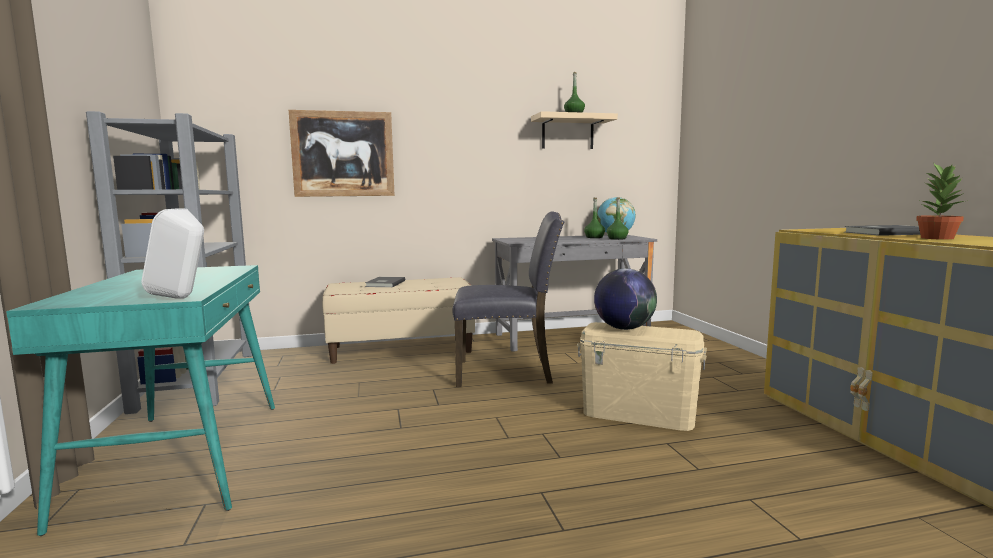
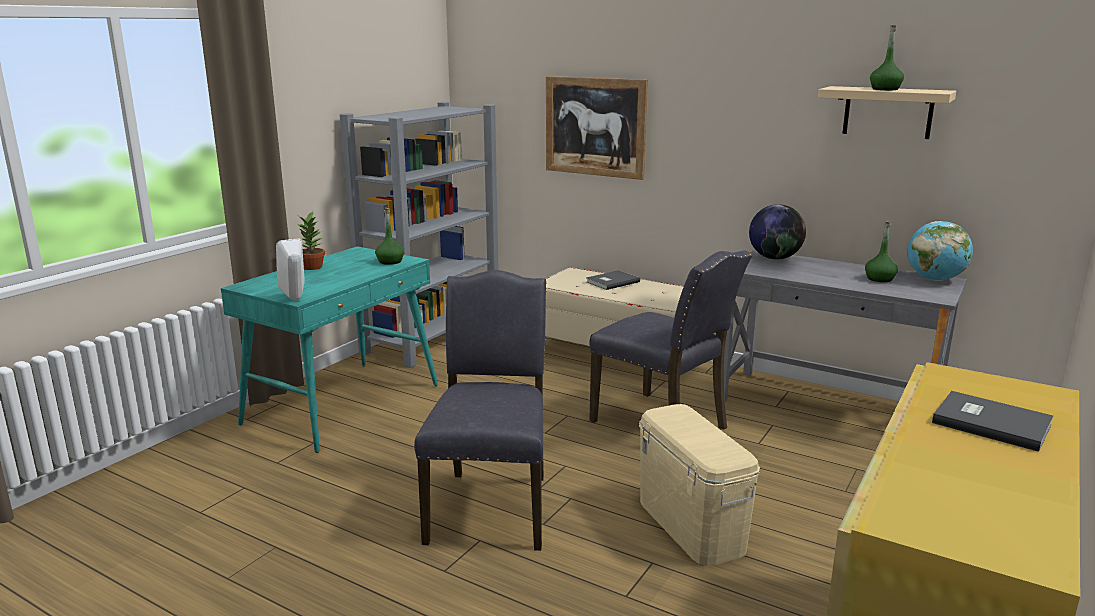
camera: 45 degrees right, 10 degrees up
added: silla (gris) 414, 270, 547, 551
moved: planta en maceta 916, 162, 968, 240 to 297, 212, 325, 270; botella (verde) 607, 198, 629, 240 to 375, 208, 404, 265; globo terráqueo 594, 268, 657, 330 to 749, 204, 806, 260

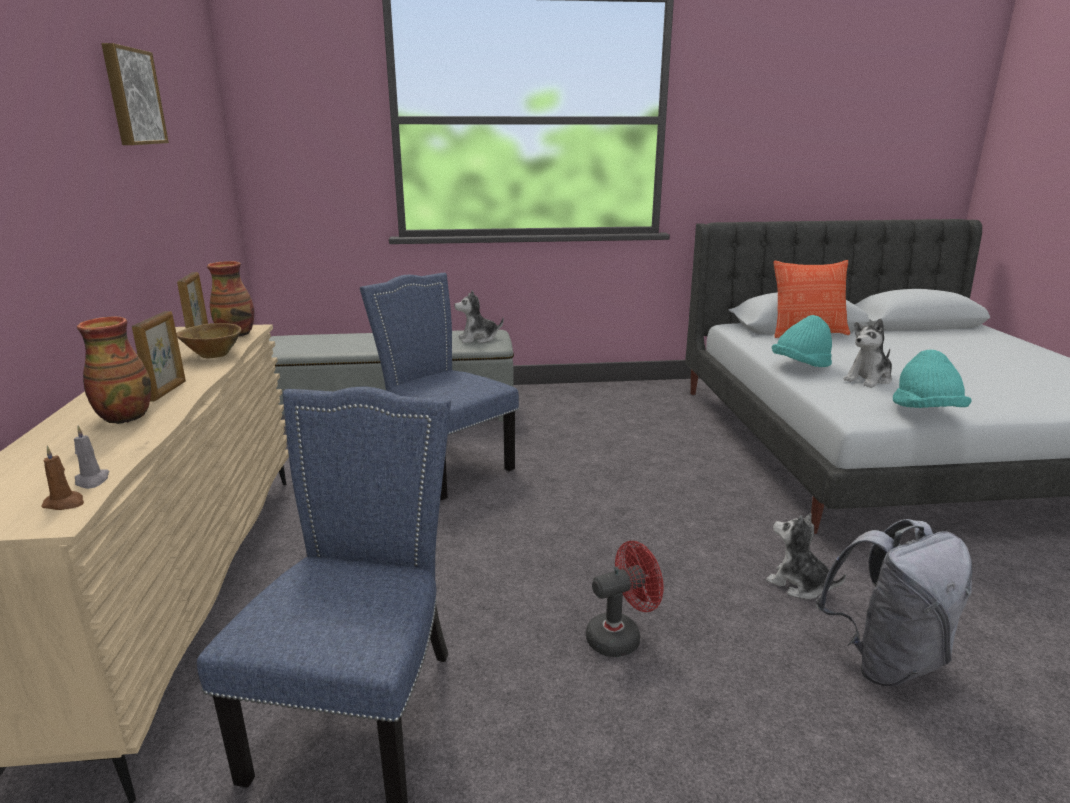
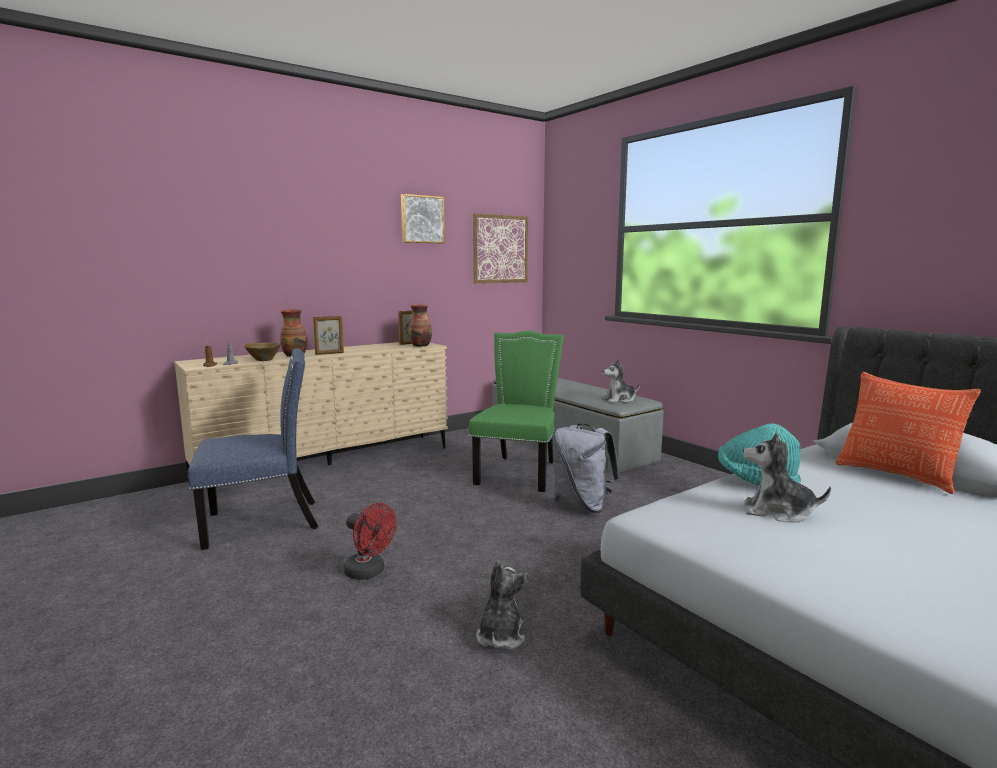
camera: 60 degrees right, 10 degrees down
removed: sombrero (turquesa) 893, 350, 972, 408
added: cuadro 473, 213, 528, 284
moved: cuenco (marrón) 176, 323, 241, 358 to 244, 343, 281, 361; mochila (gris) 815, 519, 972, 687 to 553, 423, 620, 513
recoloured: silla (azul) 360, 273, 519, 501 to silla (verde) 469, 331, 564, 492
turned: peluche 454, 290, 504, 343 = 602, 359, 640, 403 60 degrees counterclockwise

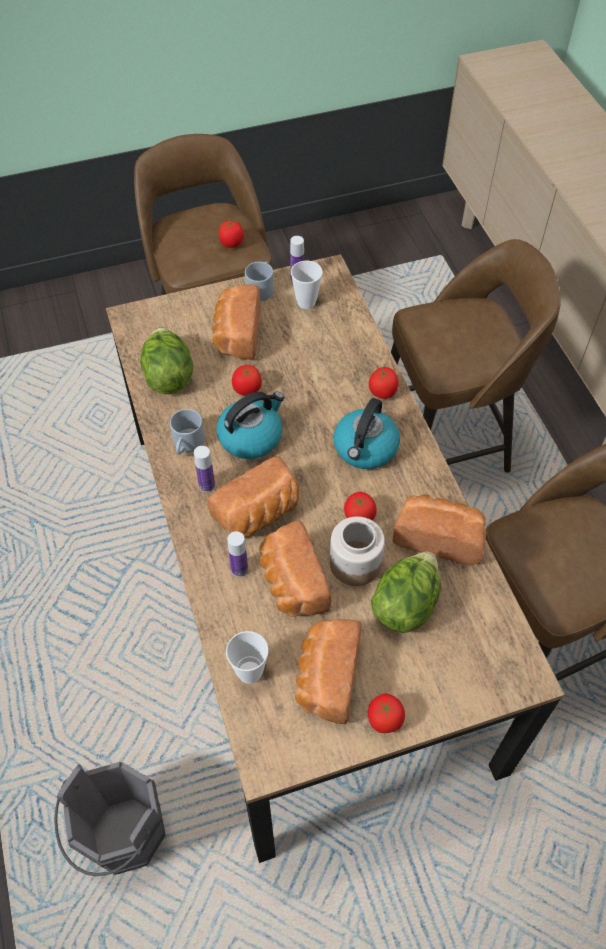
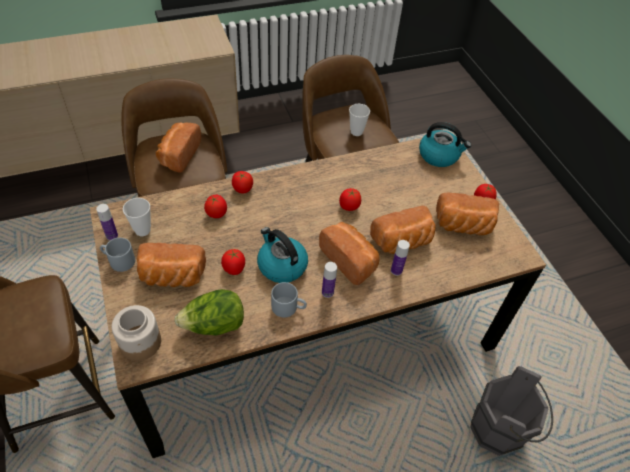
camera: 95 degrees left, 5 degrees down
removed: lechuga 371, 551, 441, 633
moved: tarro 330, 516, 385, 586 to 112, 305, 161, 361; pan 393, 495, 486, 565 to 156, 123, 201, 173; tomate 219, 219, 244, 248 to 204, 195, 227, 218; taza 226, 631, 269, 684 to 349, 104, 370, 136; hervidor 334, 398, 400, 469 to 419, 122, 471, 167

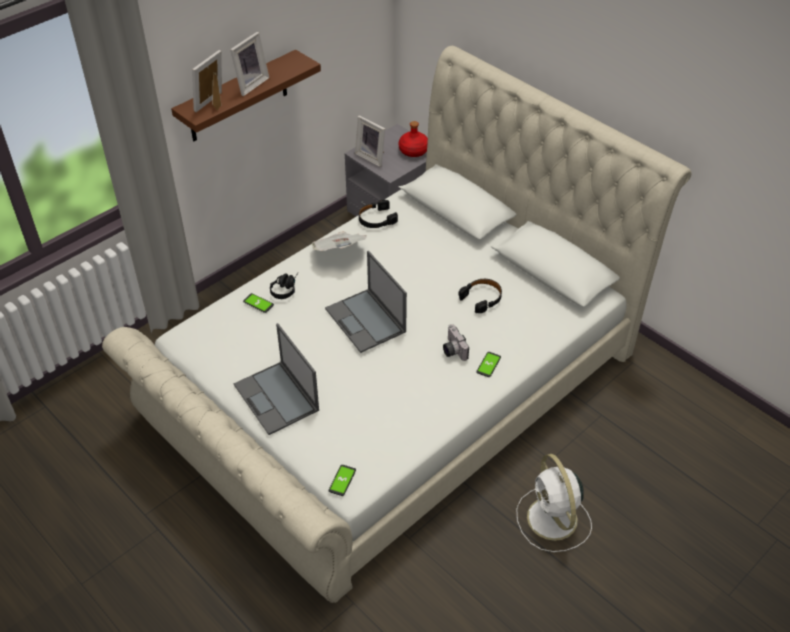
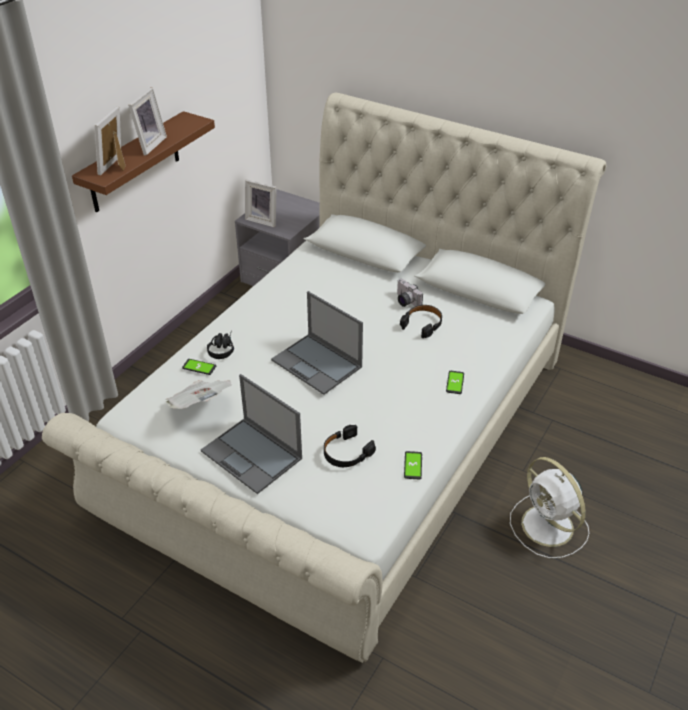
camera: 15 degrees left, 5 degrees down
removed: botella (rojo) 399, 121, 428, 157
moved: periódico 311, 231, 367, 251 to 165, 380, 232, 409; auriculares (negro) 359, 200, 398, 228 to 324, 425, 376, 467; cámara 443, 324, 469, 361 to 397, 279, 423, 307; móvil 329, 465, 356, 496 to 404, 451, 422, 479

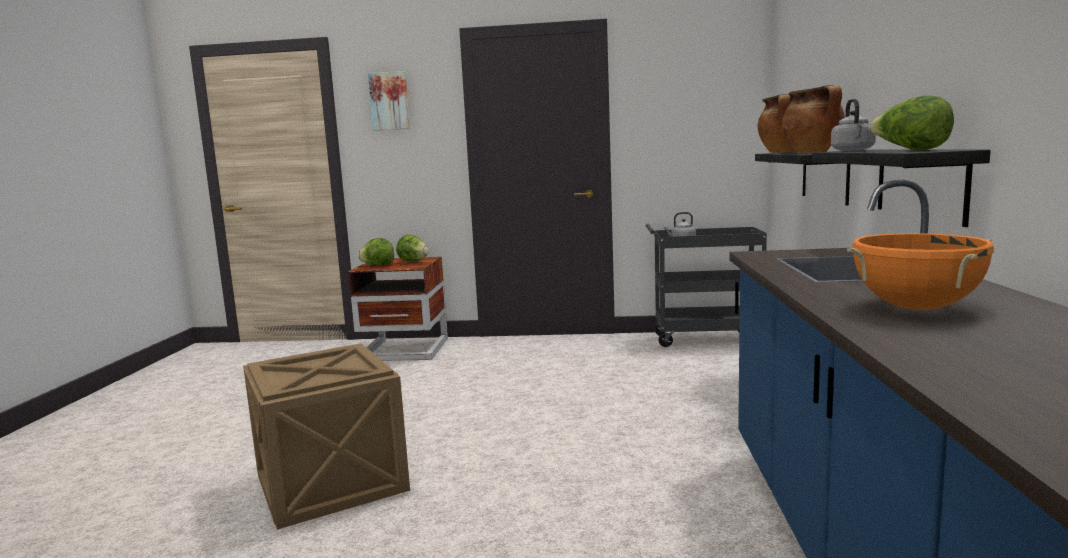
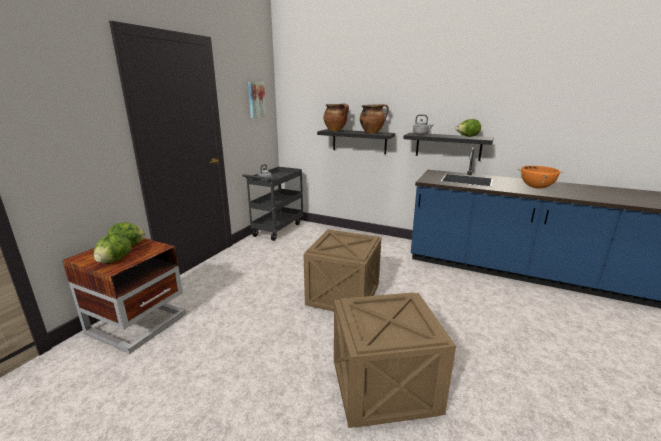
camera: 70 degrees left, 10 degrees up
added: caja de embalaje 304, 229, 382, 312
moved: cuadro 368, 71, 410, 131 to 248, 82, 266, 118

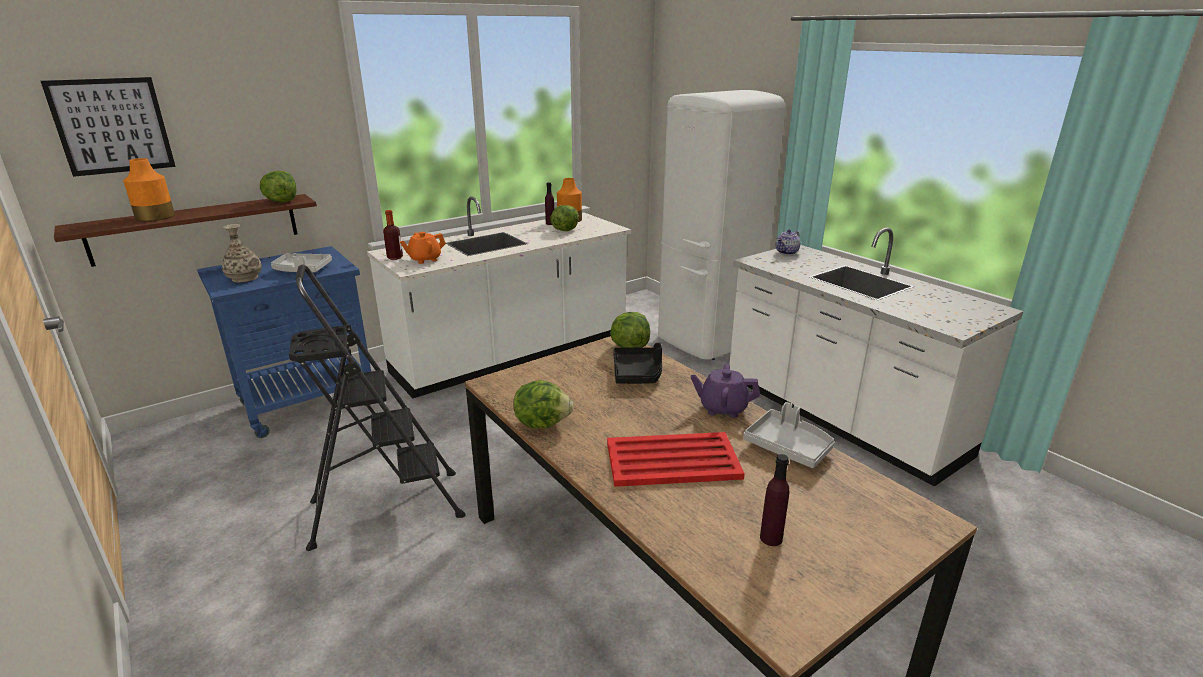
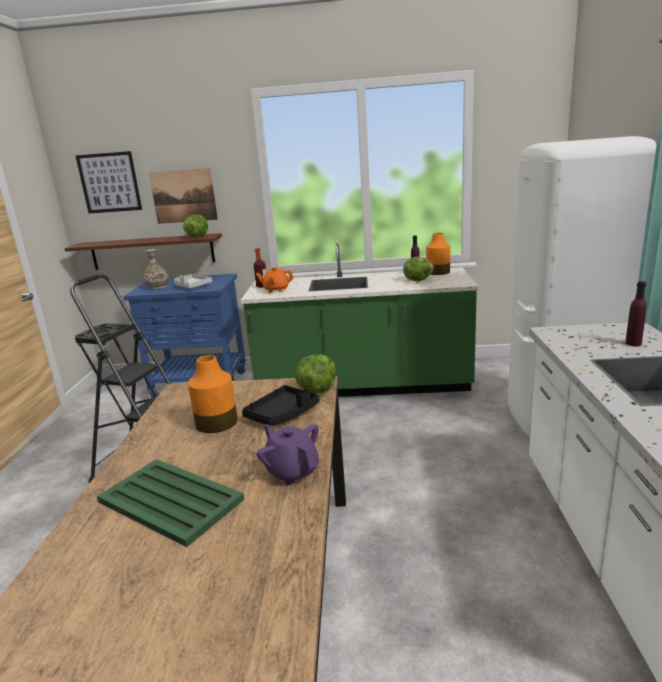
camera: 40 degrees right, 5 degrees down
removed: lechuga 513, 380, 574, 428; bandeja (gris) 743, 402, 835, 468; tetera 776, 229, 801, 255
added: cuadro 149, 168, 218, 224
moved: florero (naranja) 123, 158, 175, 221 to 188, 355, 238, 433; botella (morado) 760, 454, 789, 546 to 625, 281, 647, 346
recoloured: bandeja (rojo) 607, 432, 745, 487 to bandeja (verde) 97, 459, 245, 547; mueble bajo de cocina (blanco) 367, 196, 631, 399 to mueble bajo de cocina (verde) 241, 243, 479, 397

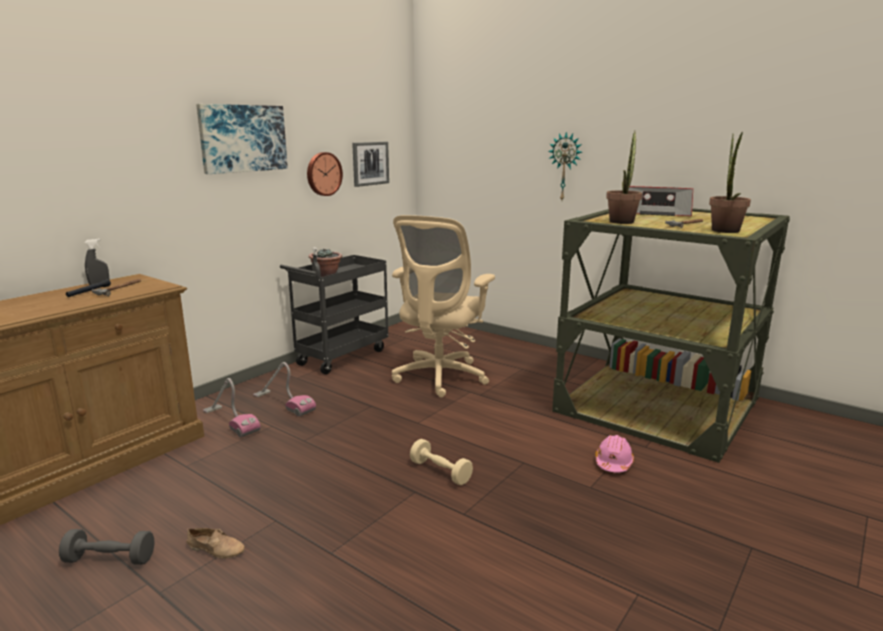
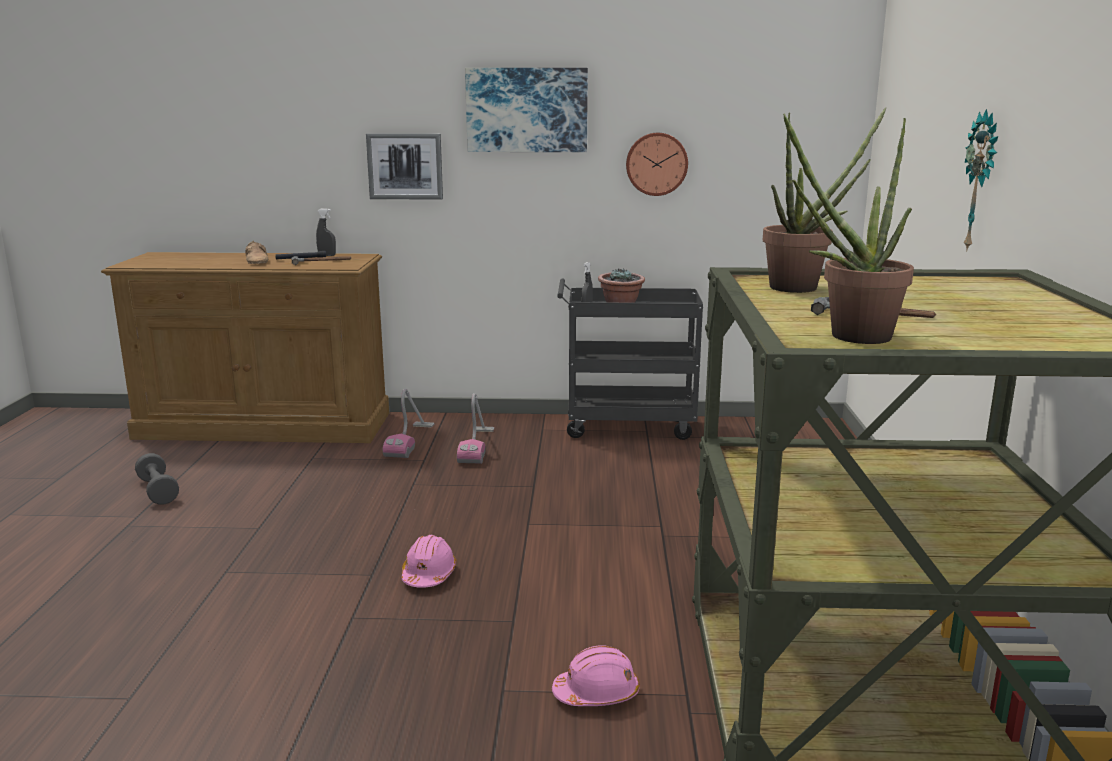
camera: 55 degrees right, 0 degrees up
removed: silla de oficina (beis) 392, 215, 495, 397; radio 628, 186, 693, 216
moved: zapato (beis) 186, 528, 245, 559 to 245, 241, 268, 264; cuadro 352, 142, 389, 187 to 366, 133, 443, 200
replaced: mancuerna (beis) 410, 439, 473, 485 to casco (rosa) 402, 535, 456, 588

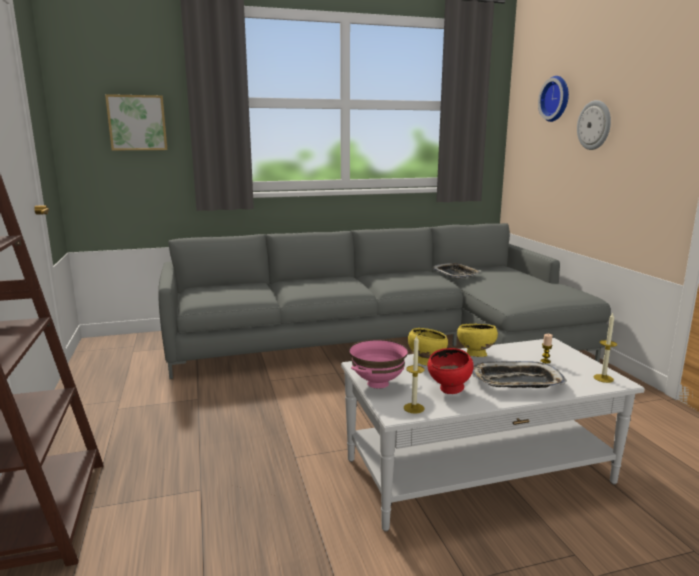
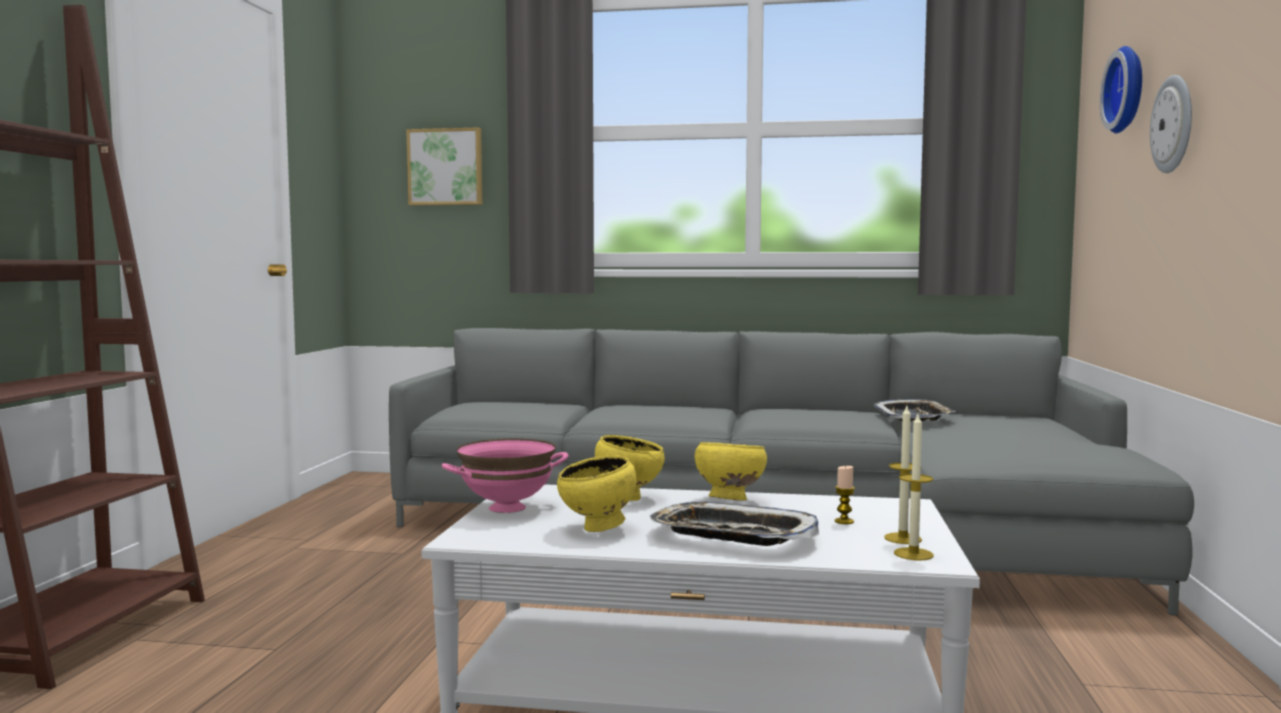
camera: 25 degrees right, 10 degrees down
moved: vela 404, 335, 424, 414 to 884, 406, 922, 544
recoloured: cuenco (rojo) 427, 348, 474, 394 to cuenco (amarillo) 557, 455, 636, 532

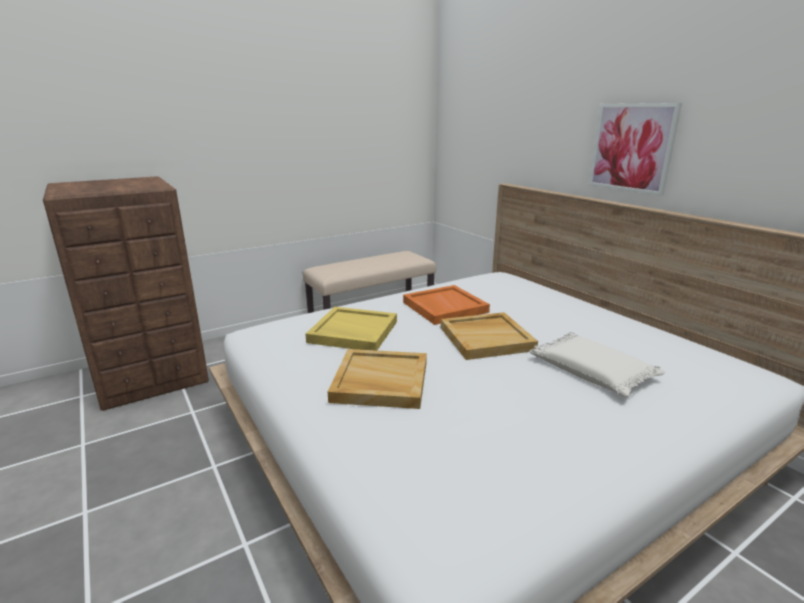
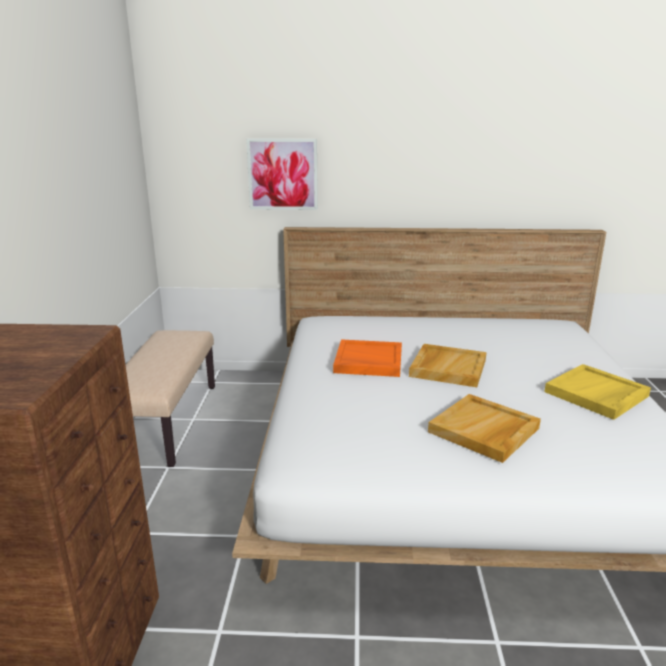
camera: 55 degrees left, 0 degrees up
removed: cojín (blanco) 529, 332, 665, 397
moved: cuadro 589, 103, 682, 196 to 246, 139, 318, 210; bandeja (amarillo) 306, 307, 397, 351 to 545, 364, 651, 420

